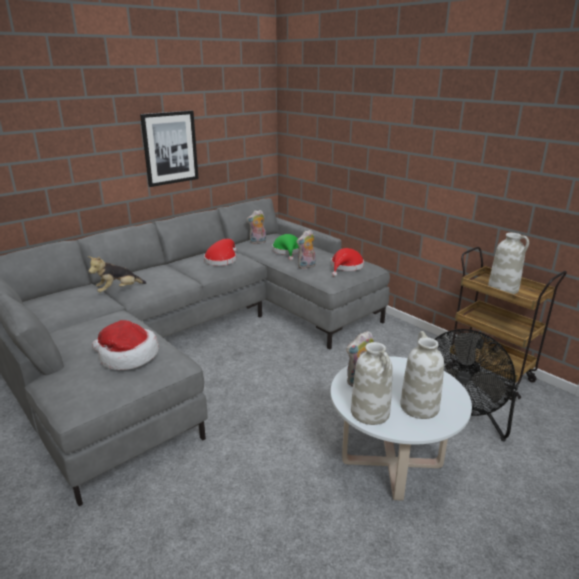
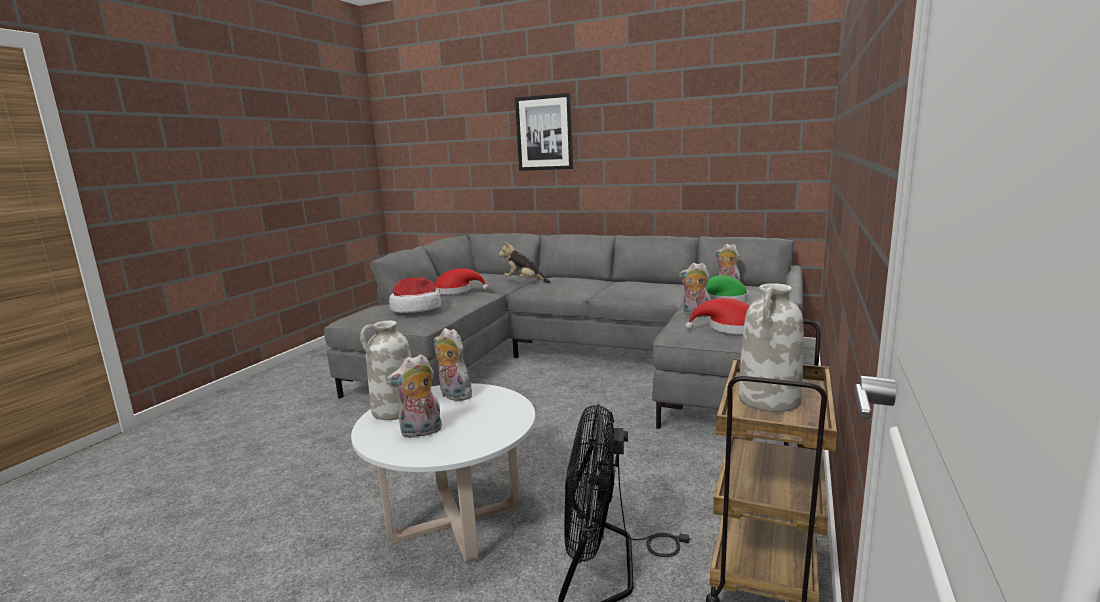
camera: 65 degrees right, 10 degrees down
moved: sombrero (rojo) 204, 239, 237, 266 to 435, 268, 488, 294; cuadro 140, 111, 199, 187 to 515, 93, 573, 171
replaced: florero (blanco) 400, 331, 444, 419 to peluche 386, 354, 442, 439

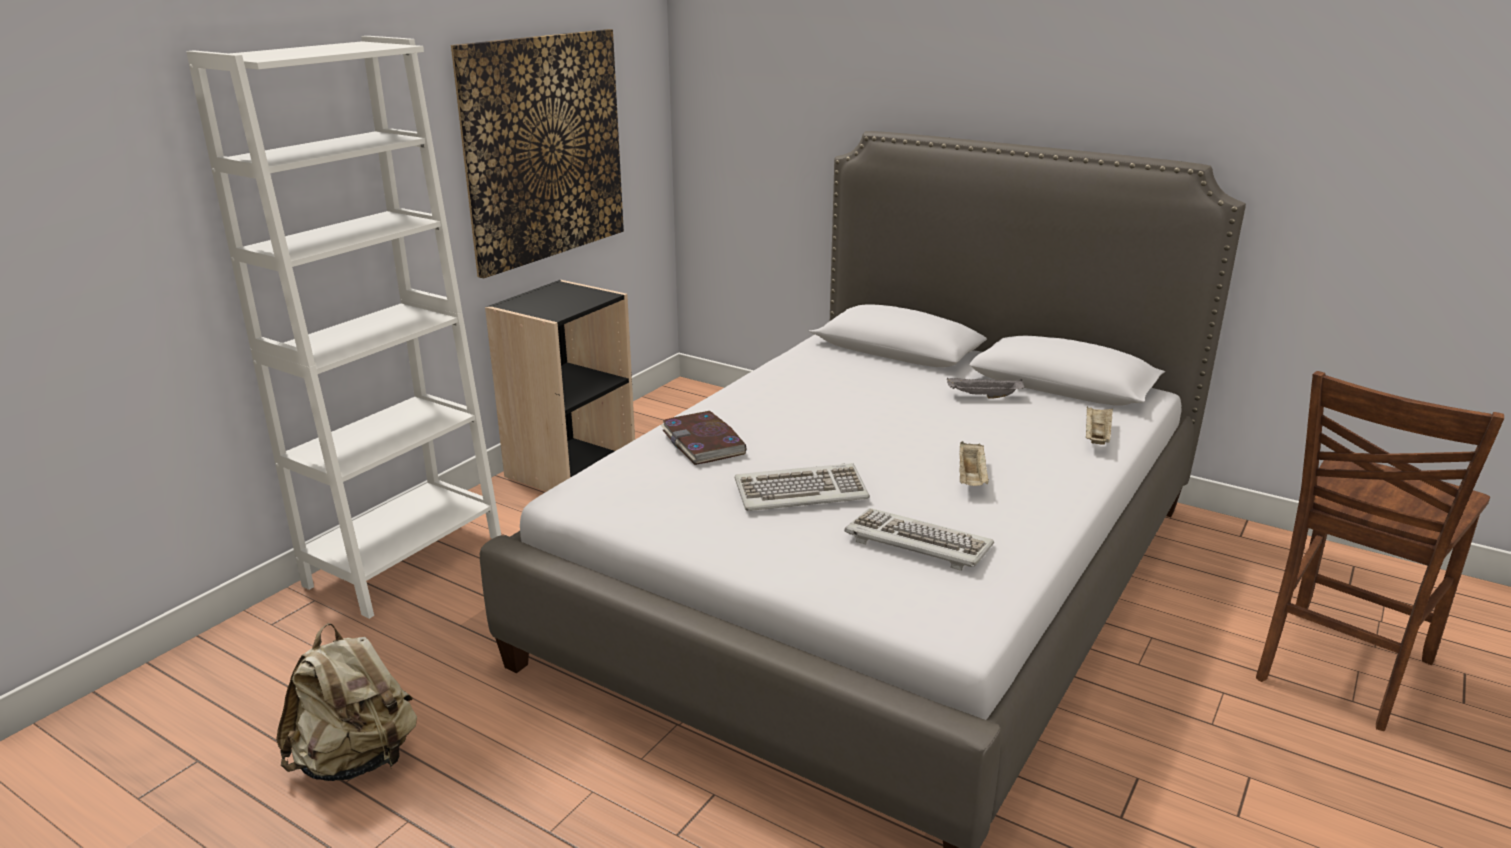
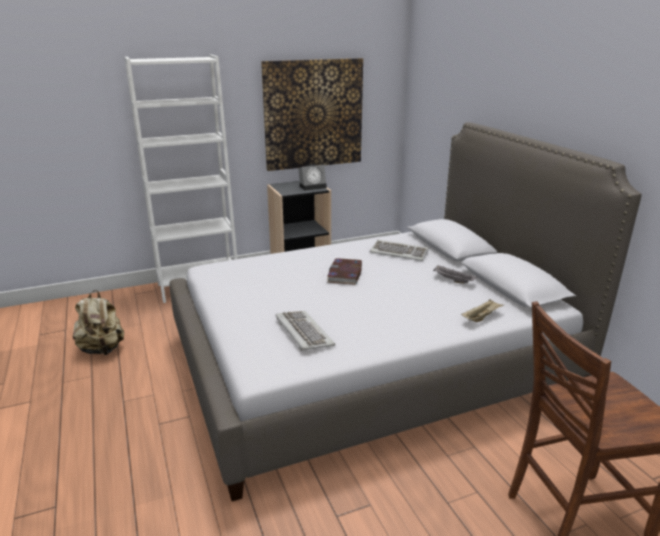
camera: 35 degrees right, 0 degrees up
removed: bandeja (beis) 960, 441, 989, 486
added: despertador 298, 164, 327, 190
moved: libro 661, 411, 747, 465 to 327, 258, 362, 285; teclado 734, 463, 870, 511 to 370, 240, 429, 261

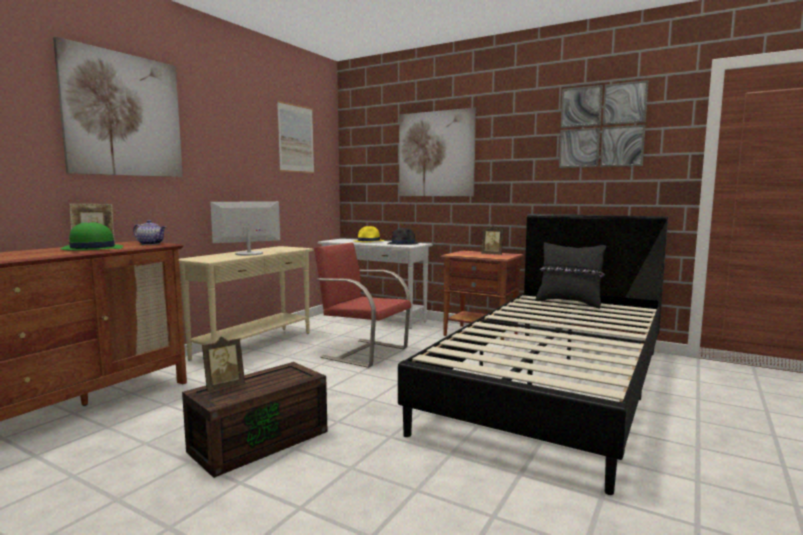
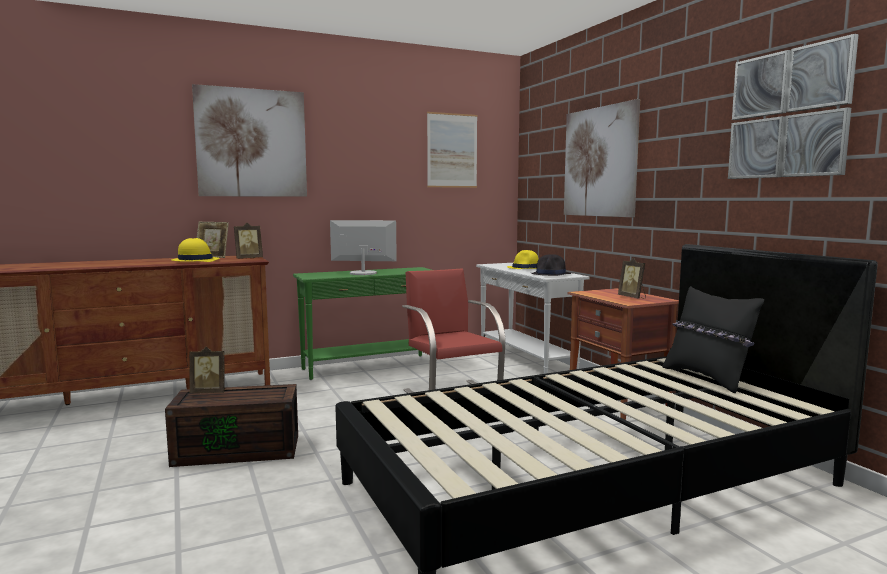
camera: 35 degrees right, 0 degrees up
replaced: tetera 133, 220, 166, 245 to portarretratos 234, 223, 263, 259
recoloured: sombrero (verde) 61, 222, 123, 250 to sombrero (amarillo) 171, 238, 220, 262; mesa consola (beis) 179, 246, 314, 361 to mesa consola (verde) 293, 267, 431, 380

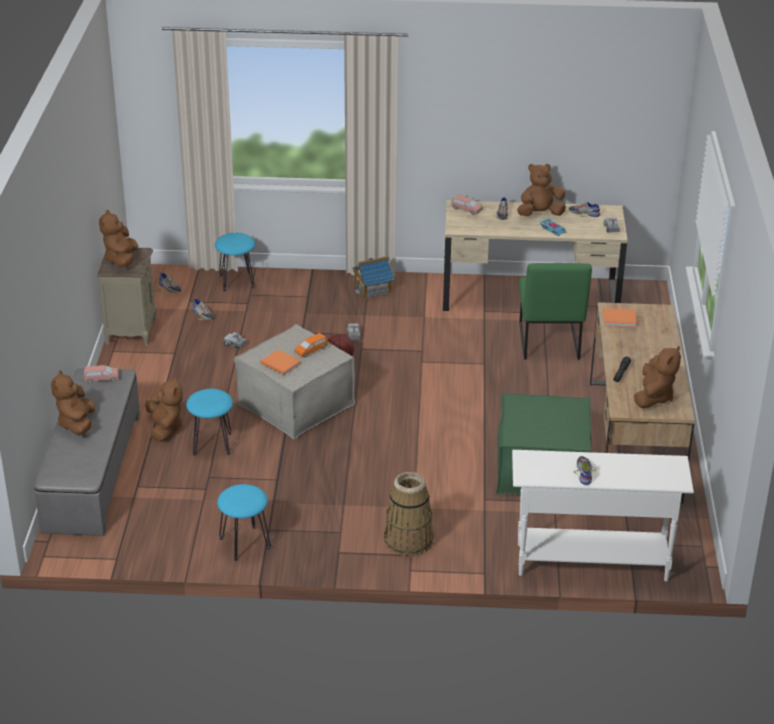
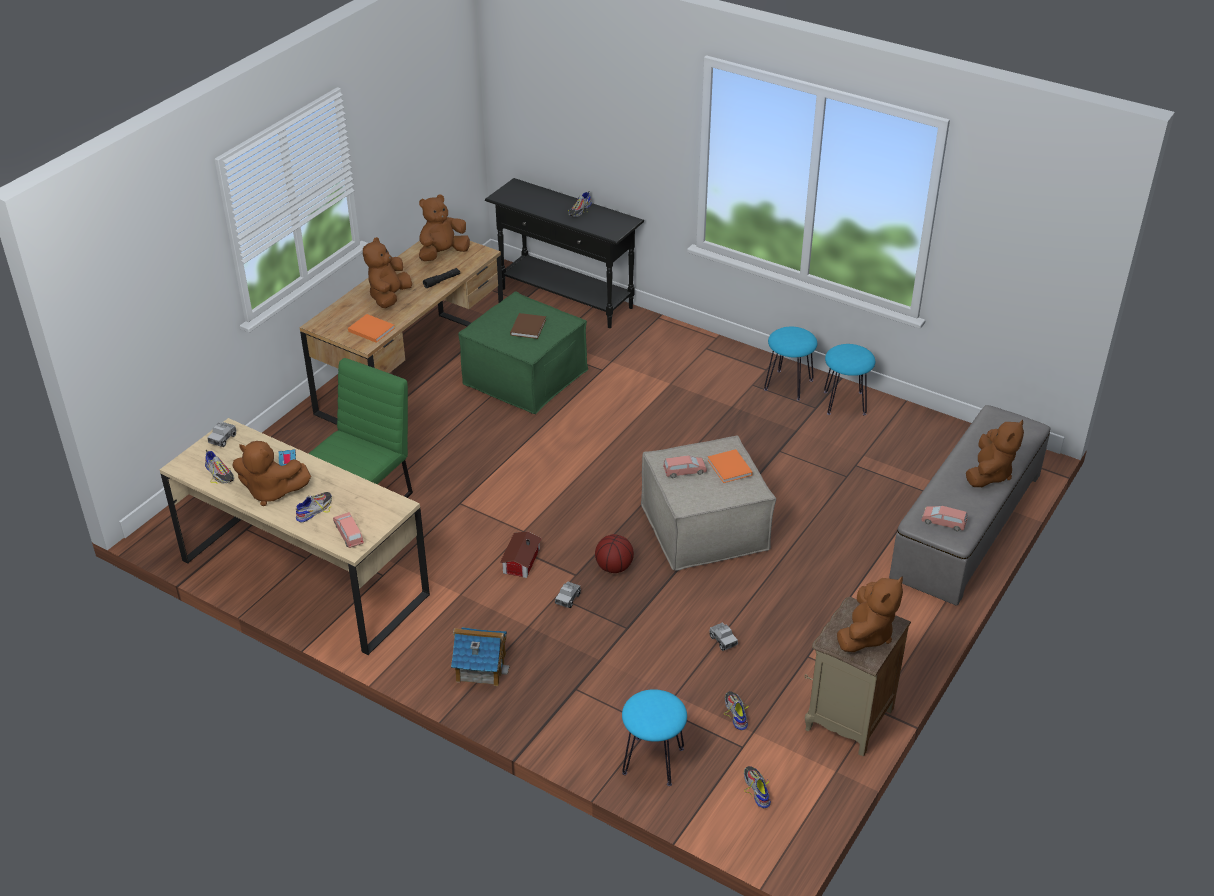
camera: 150 degrees left, 5 degrees up
removed: cesta 384, 472, 433, 557
added: casita 500, 531, 541, 578; libro (marrón) 510, 313, 546, 339
moved: peluche (marrón) 145, 376, 183, 442 to 363, 237, 412, 308; taburete (turquesa) 186, 389, 233, 456 to 764, 327, 817, 401
recoloured: mesa consola (blanco) 512, 450, 694, 582 to mesa consola (negro) 485, 178, 644, 328; coche de juguete (naranja) 294, 333, 328, 358 to coche de juguete (rosa) 664, 455, 707, 478

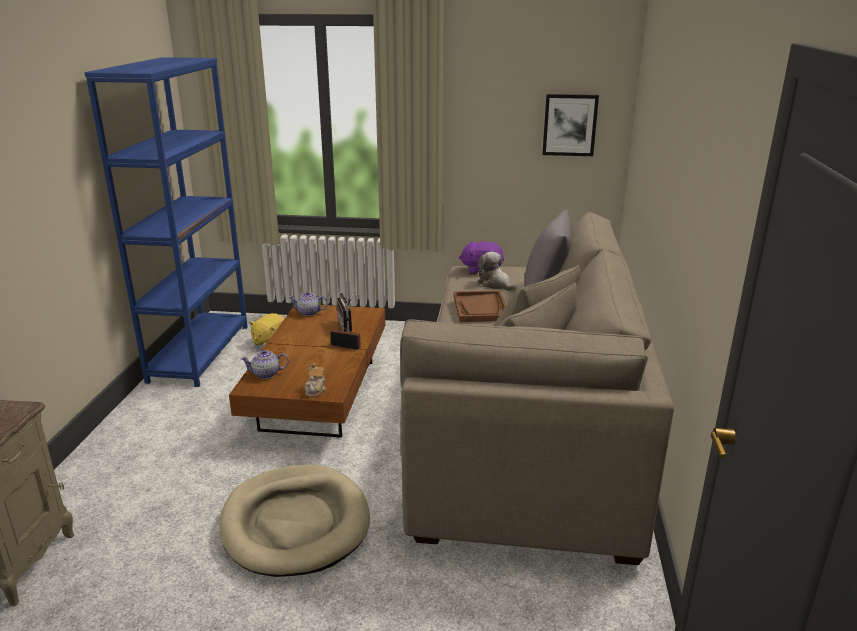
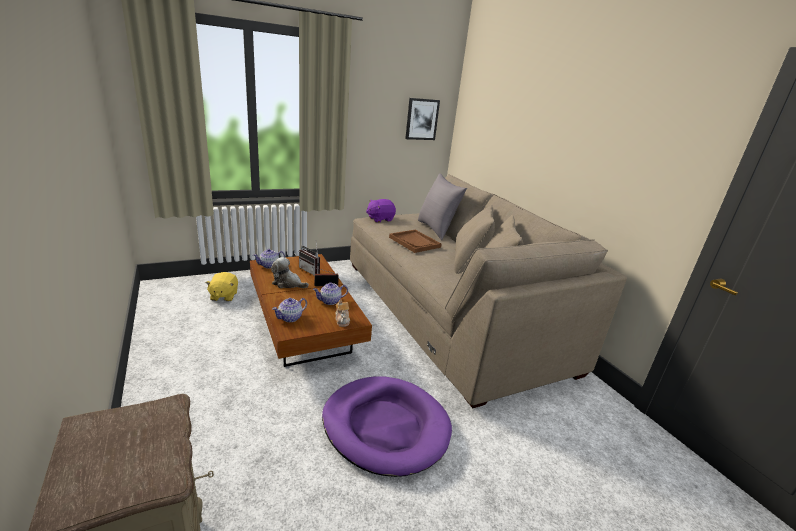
camera: 35 degrees left, 0 degrees up
removed: estantería (azul) 84, 57, 248, 387
added: tetera 313, 282, 348, 305
moved: peluche 478, 251, 517, 291 to 271, 257, 309, 288
recoloured: cama para perro (beis) 219, 465, 370, 577 to cama para perro (morado) 322, 376, 452, 477

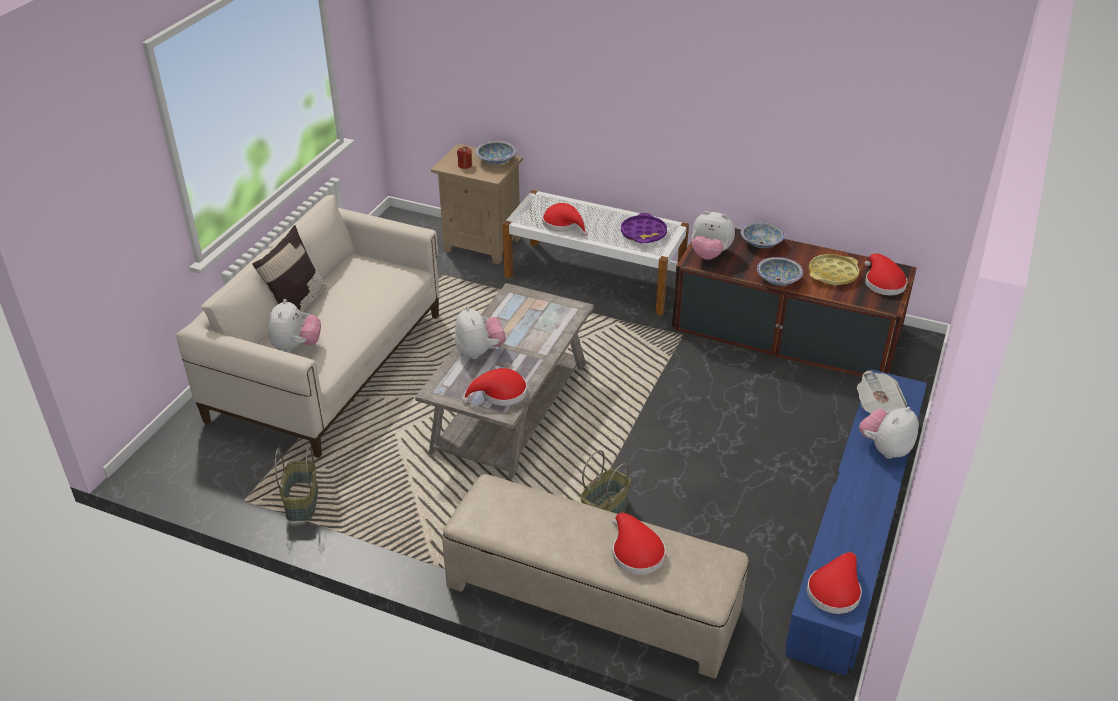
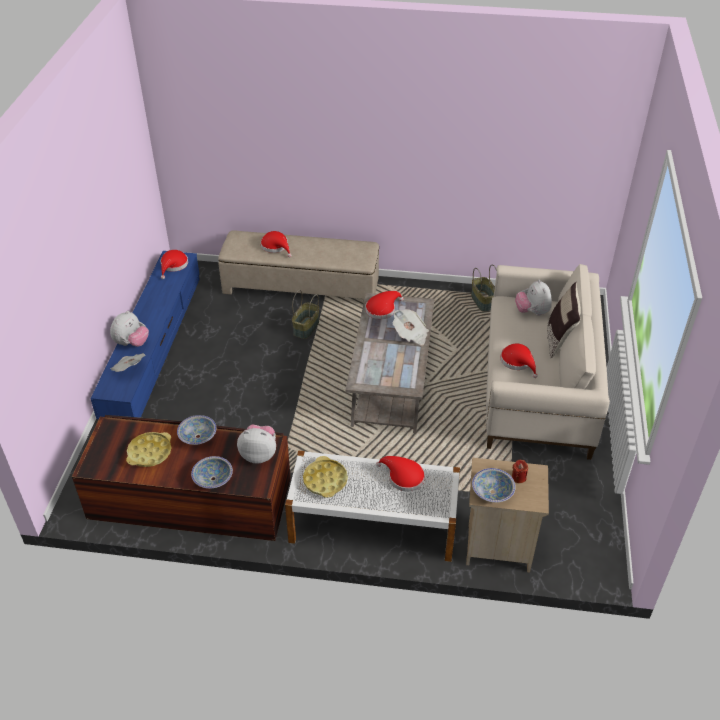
camera: 165 degrees right, 5 degrees up
moved: sombrero (rojo) 865, 254, 907, 295 to 500, 343, 537, 378
replaced: peluche 455, 306, 506, 359 to periódico 393, 309, 429, 346
recoloured: bandeja (morado) 621, 213, 667, 243 to bandeja (amarillo) 303, 456, 348, 498

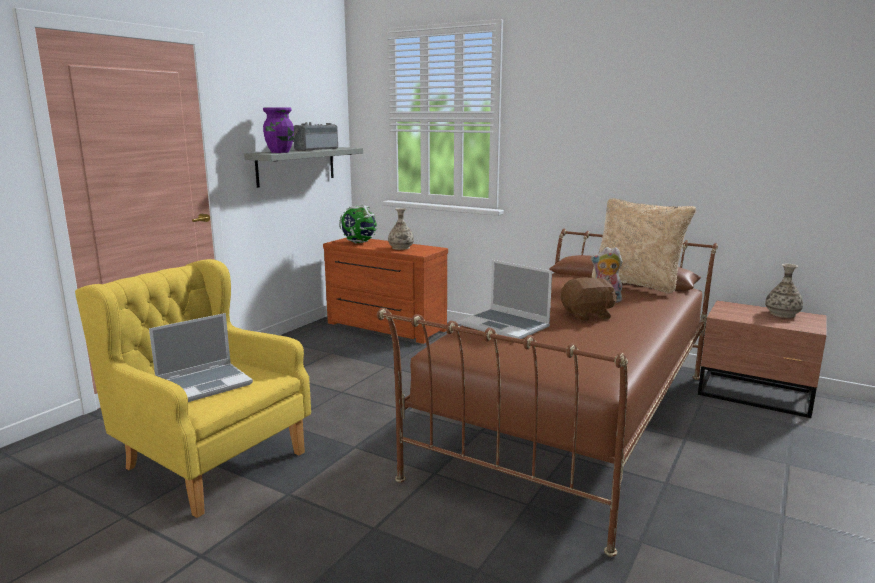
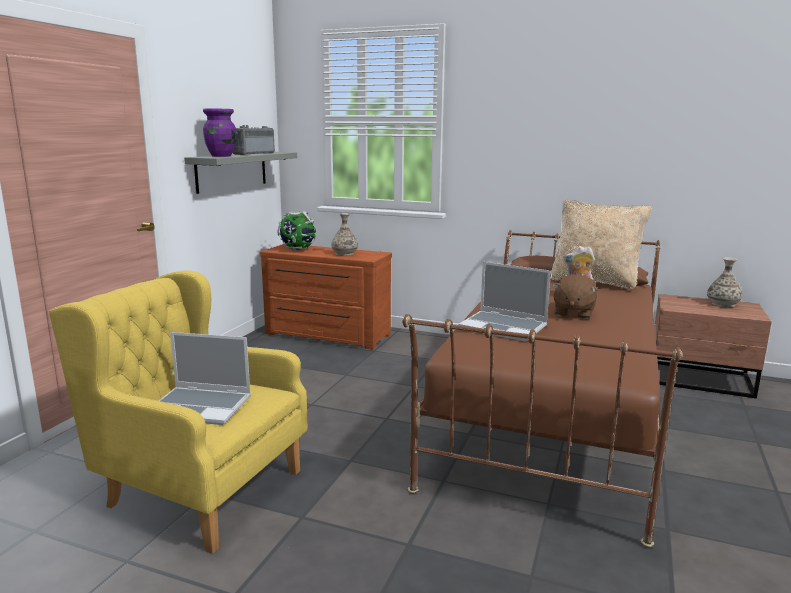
camera: 10 degrees left, 0 degrees up
turned: portátil 149, 313, 253, 402 = 159, 332, 251, 425 60 degrees clockwise; peluche (marrón) 561, 277, 617, 321 = 552, 274, 598, 320 135 degrees clockwise

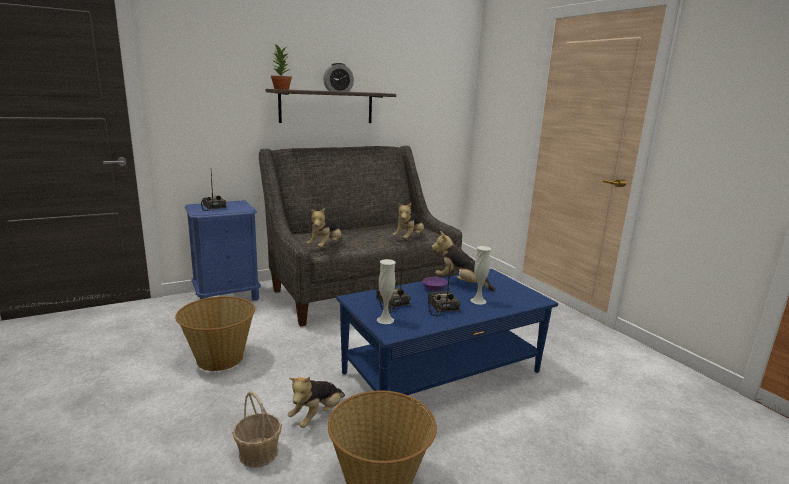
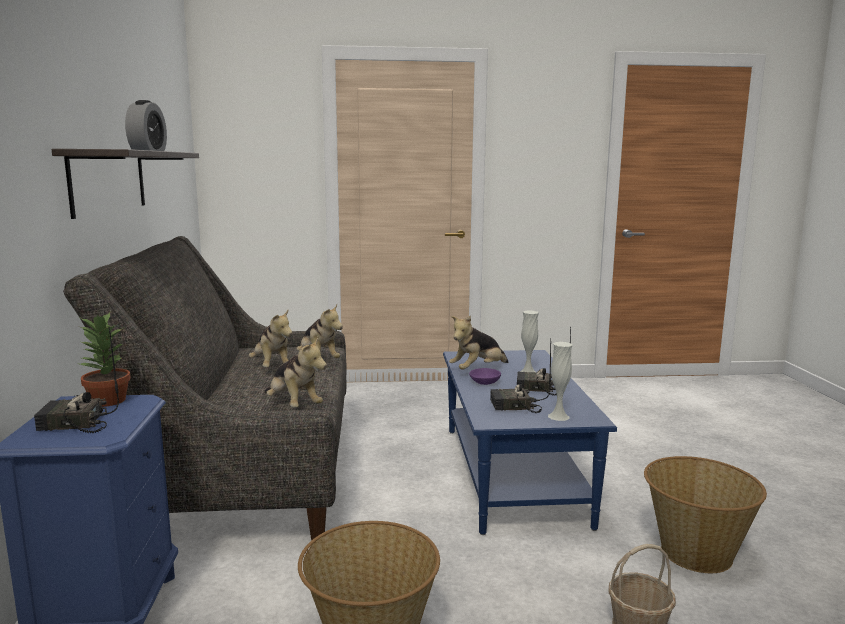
camera: 65 degrees left, 5 degrees down
moved: planta en maceta 271, 44, 292, 90 to 79, 312, 131, 407; peluche 288, 377, 345, 428 to 249, 310, 292, 367

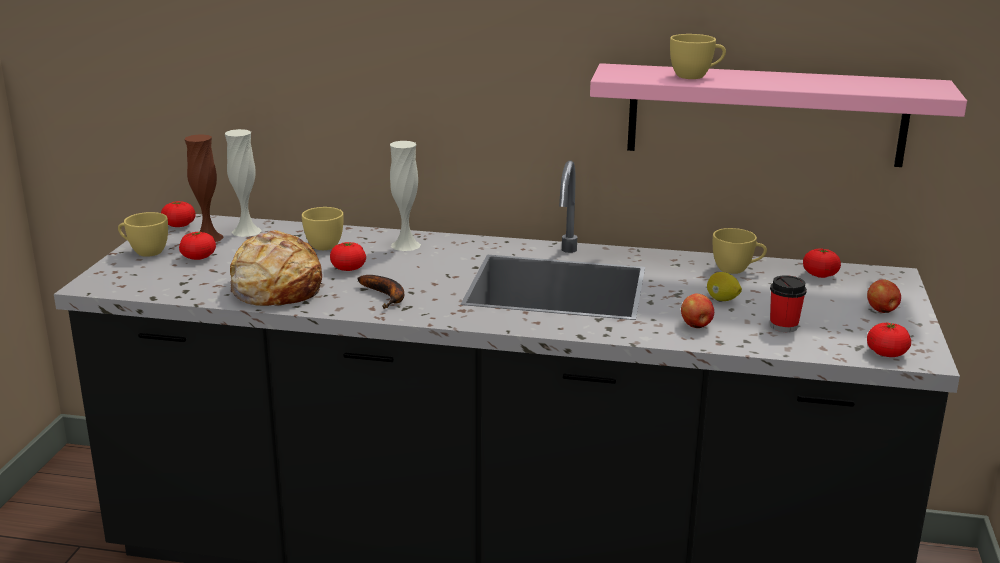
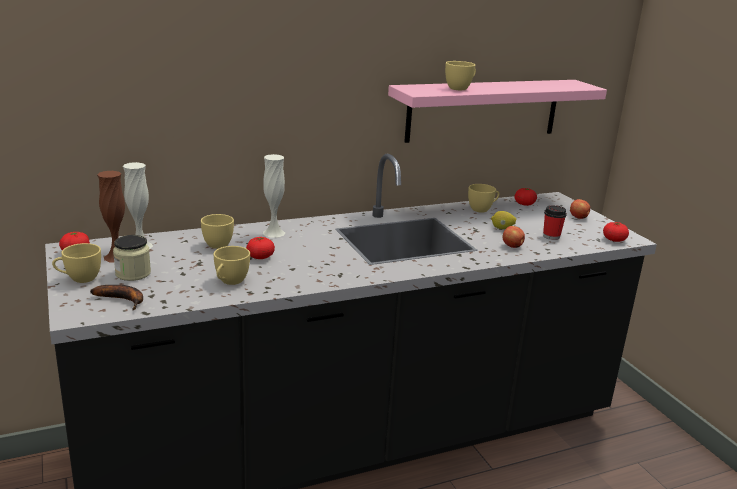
camera: 35 degrees left, 0 degrees up
moved: plátano 357, 275, 404, 309 to 90, 285, 143, 310
replaced: tomate 179, 232, 216, 260 to tarro 113, 235, 151, 281; pan 230, 230, 323, 306 to taza (amarillo) 214, 246, 250, 285

